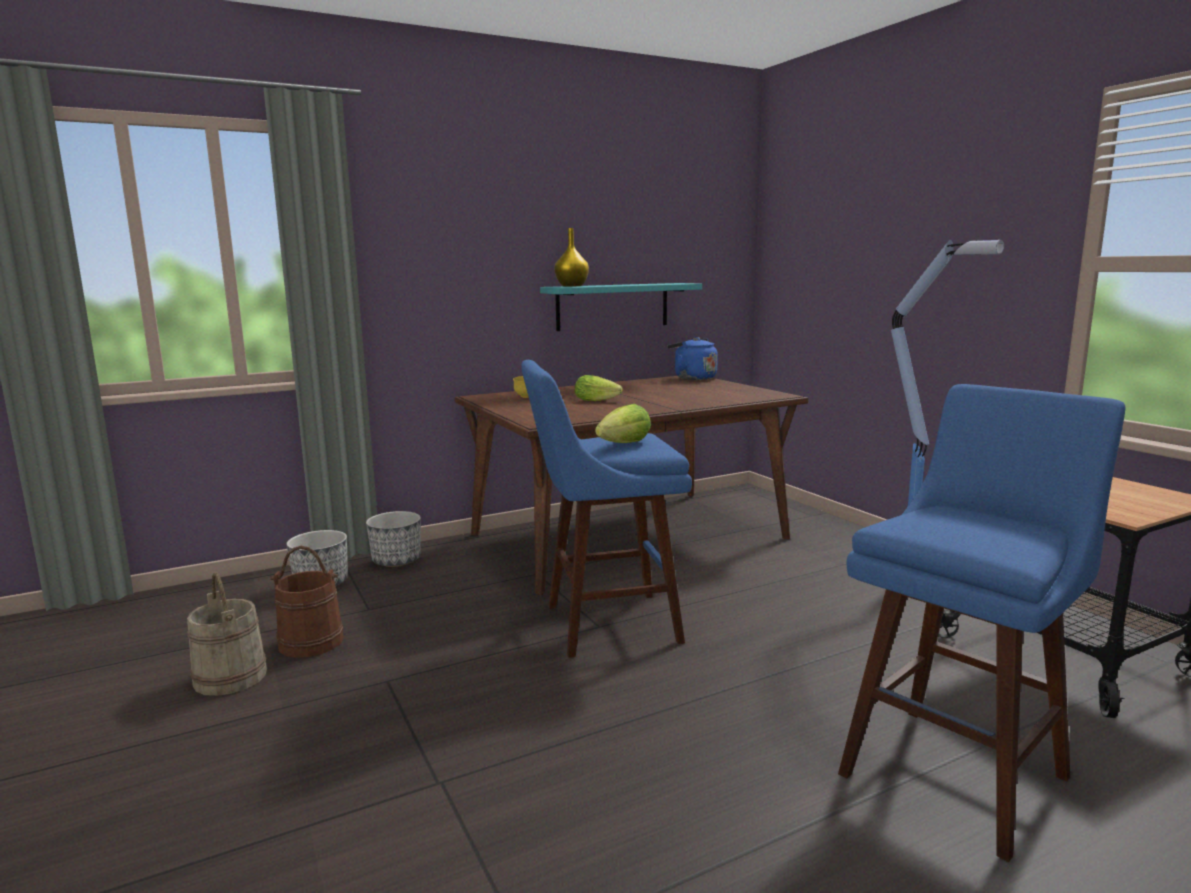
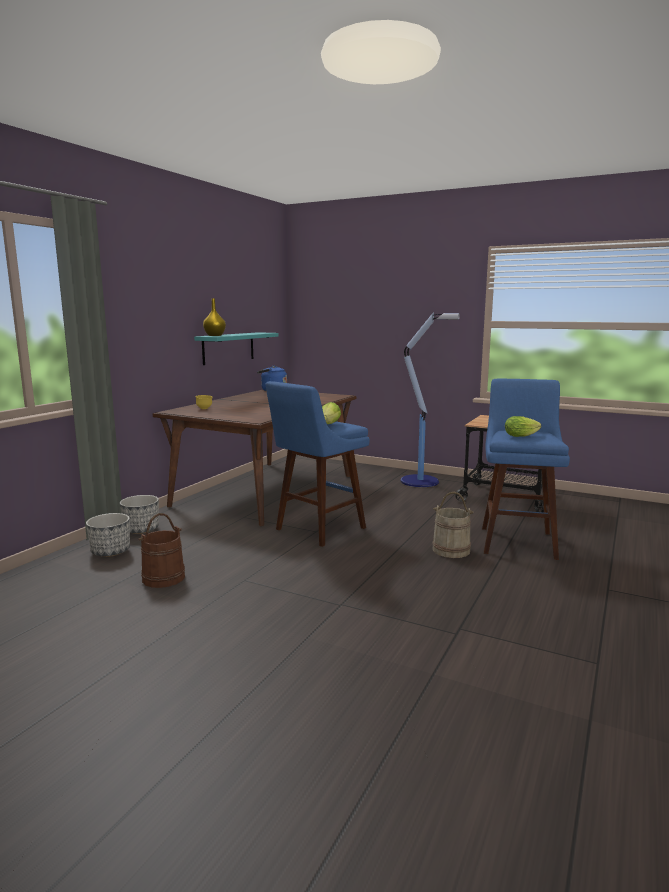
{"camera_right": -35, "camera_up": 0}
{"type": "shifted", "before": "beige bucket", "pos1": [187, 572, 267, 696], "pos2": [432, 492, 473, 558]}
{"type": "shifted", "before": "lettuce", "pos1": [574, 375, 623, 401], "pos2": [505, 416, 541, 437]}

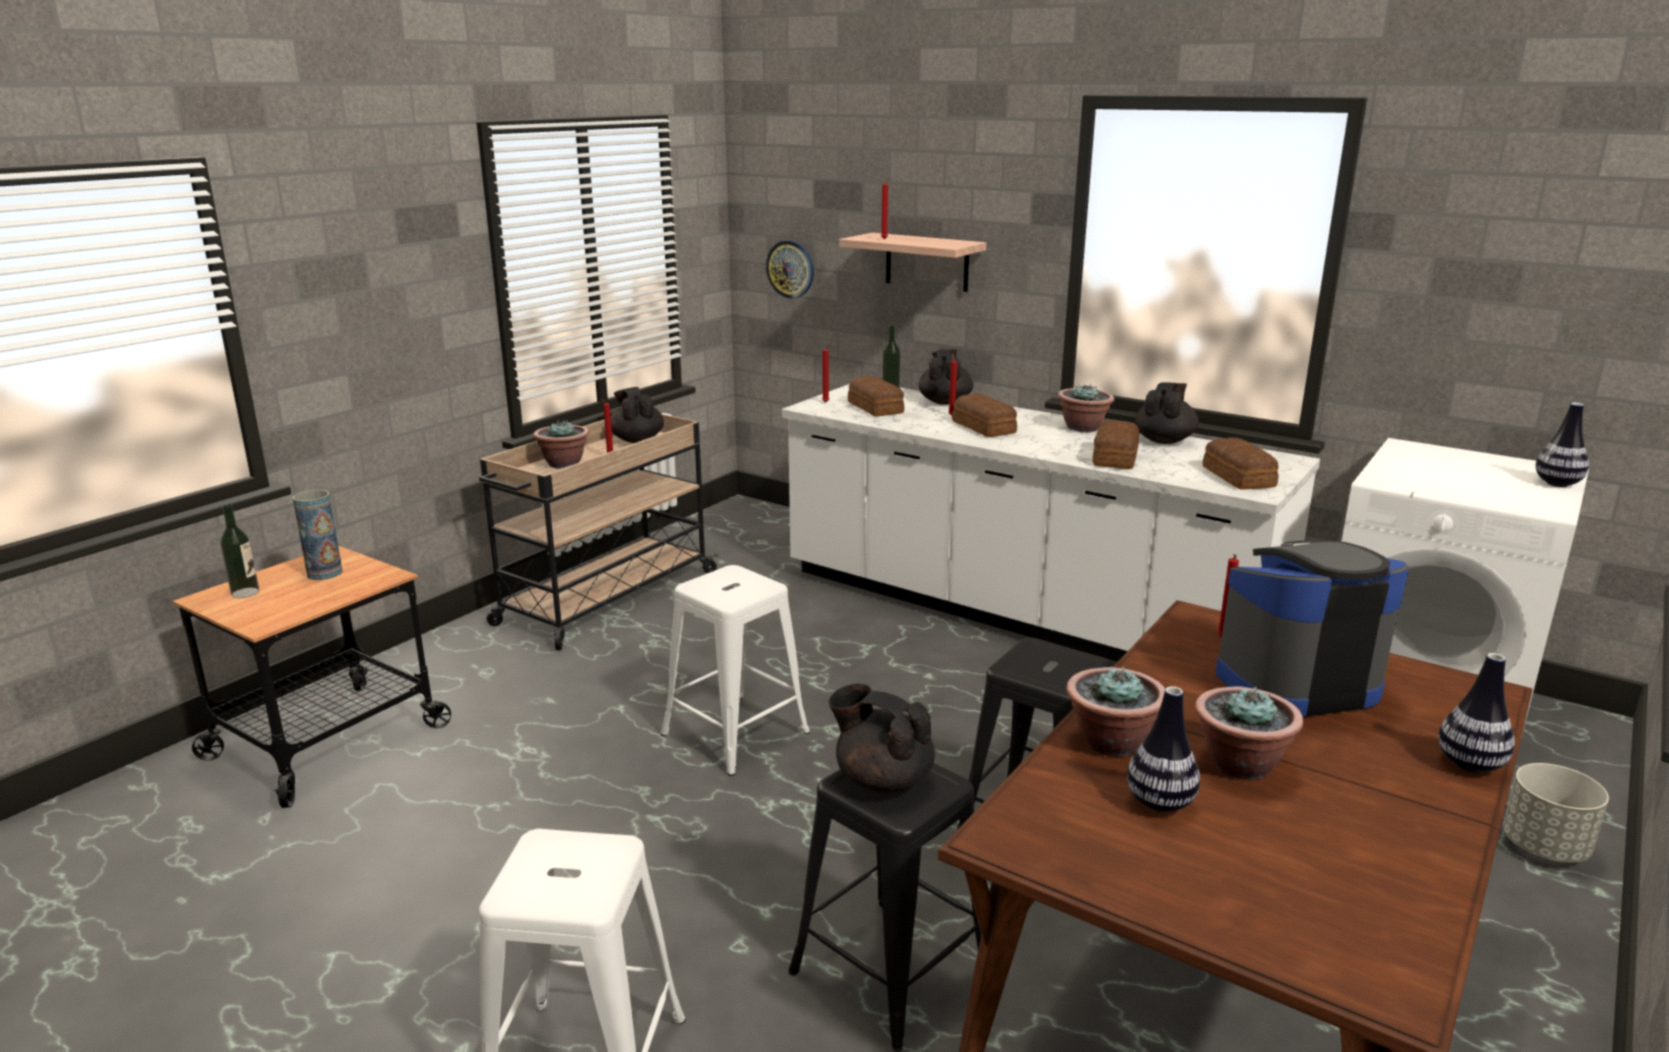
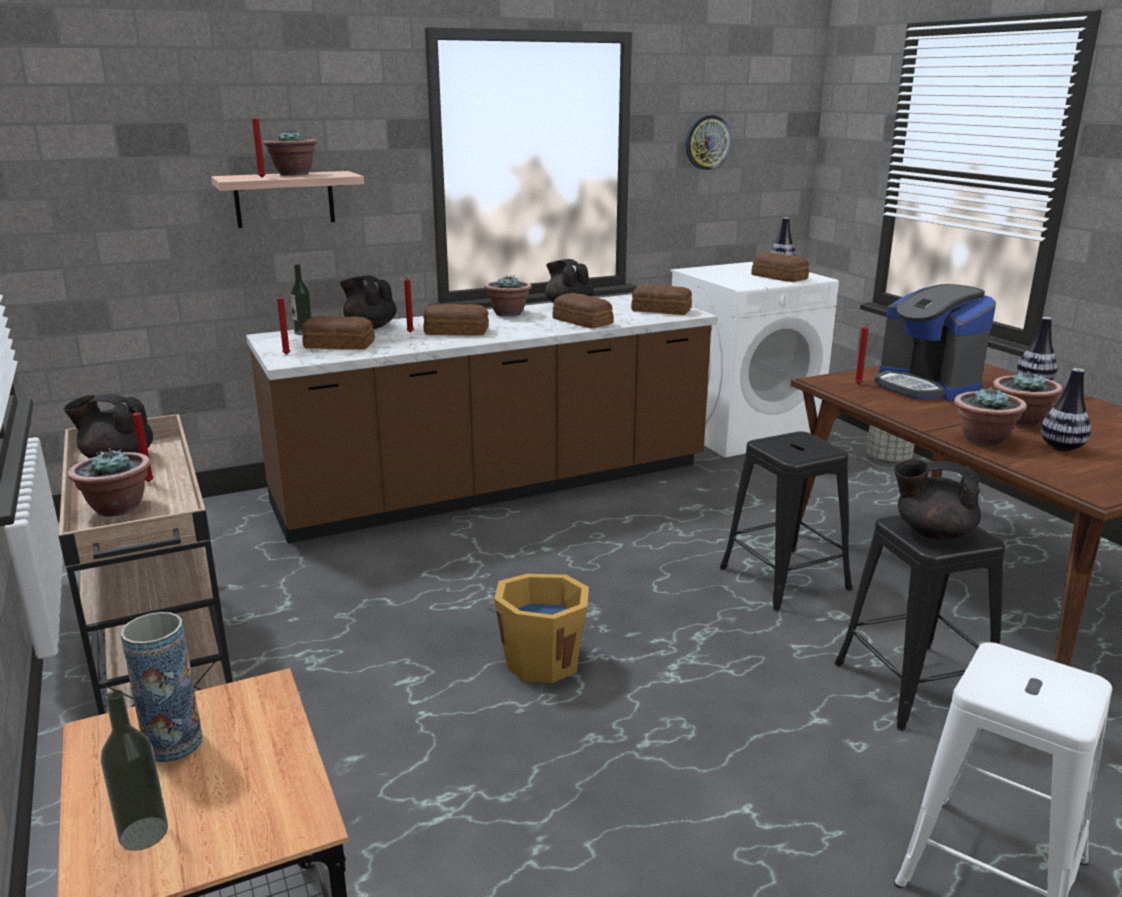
{"camera_right": -60, "camera_up": 0}
{"type": "swapped", "before": "white stool", "after": "orange bucket", "pos1": [661, 565, 810, 776], "pos2": [486, 574, 600, 683]}
{"type": "shifted", "before": "wall clock", "pos1": [766, 240, 814, 298], "pos2": [685, 115, 732, 170]}
{"type": "repainted", "before": "white counter", "after": "brown counter", "pos1": [782, 384, 1320, 662], "pos2": [246, 294, 717, 543]}
{"type": "rotated", "before": "black teapot", "pos1": [829, 684, 935, 793], "pos2": [894, 459, 981, 540], "turn": 45}
{"type": "rotated", "before": "coffee machine", "pos1": [1216, 541, 1409, 717], "pos2": [875, 284, 996, 401], "turn": -45}
{"type": "new", "after": "potted plant", "pos2": [263, 129, 317, 176]}
{"type": "new", "after": "bread", "pos2": [751, 252, 809, 282]}

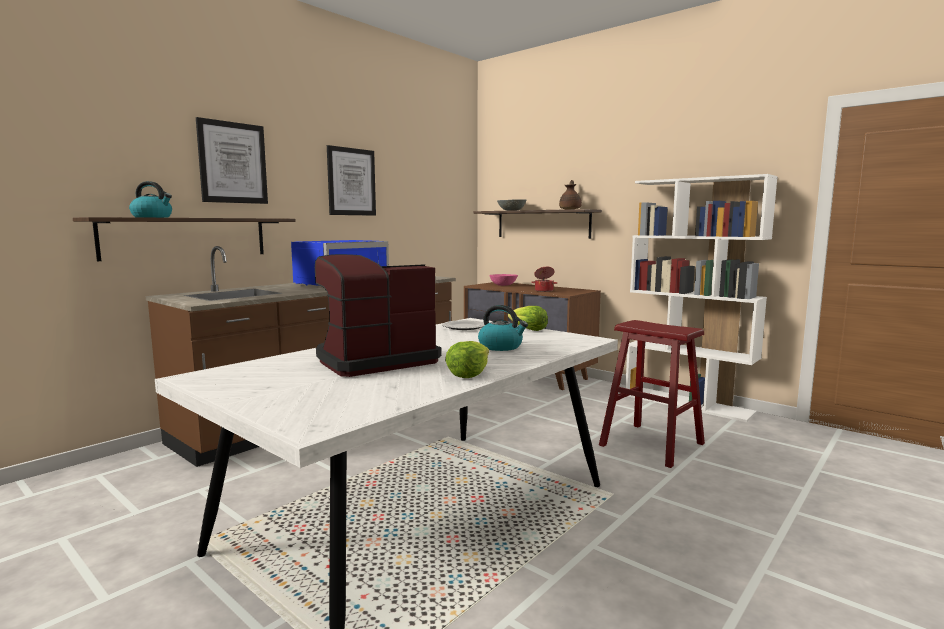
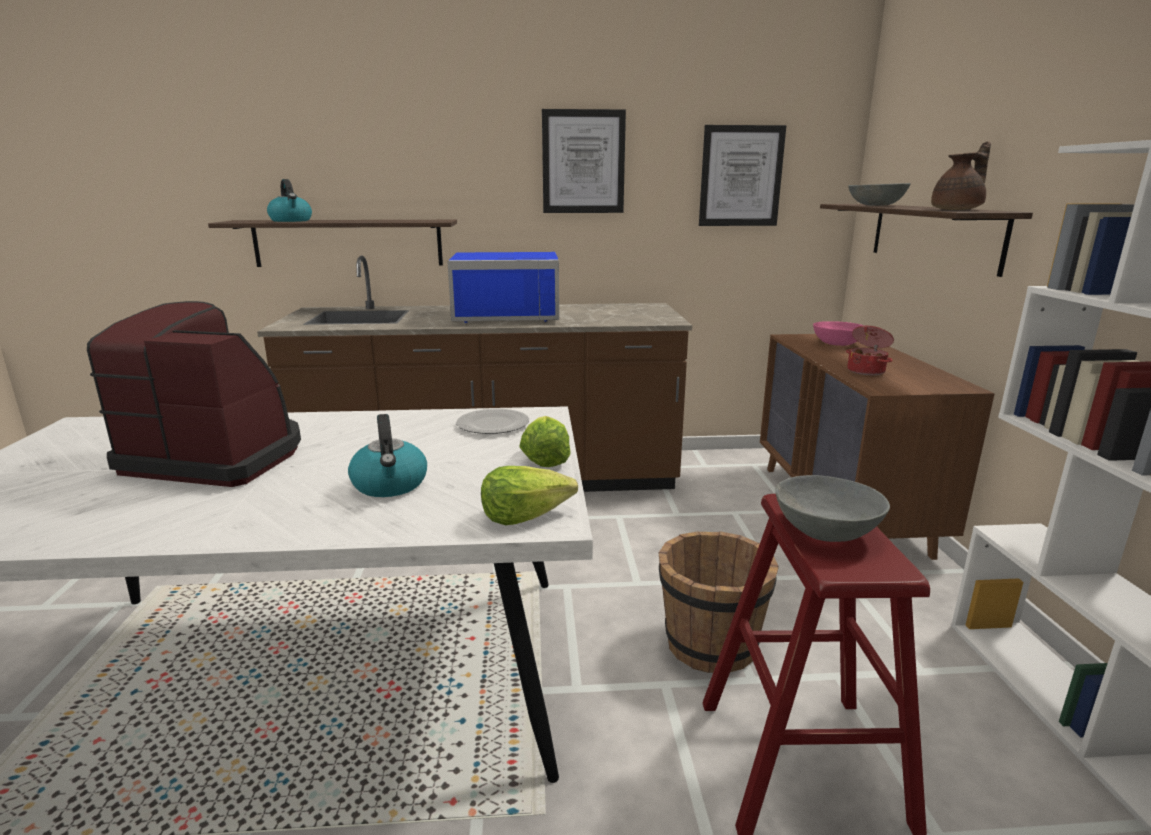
{"camera_right": 45, "camera_up": 10}
{"type": "shifted", "before": "picture", "pos1": [196, 117, 268, 204], "pos2": [699, 125, 786, 226]}
{"type": "shifted", "before": "lettuce", "pos1": [445, 341, 489, 378], "pos2": [481, 466, 578, 525]}
{"type": "new", "after": "brown bucket", "pos2": [659, 531, 779, 673]}
{"type": "new", "after": "grey bowl", "pos2": [775, 475, 890, 542]}

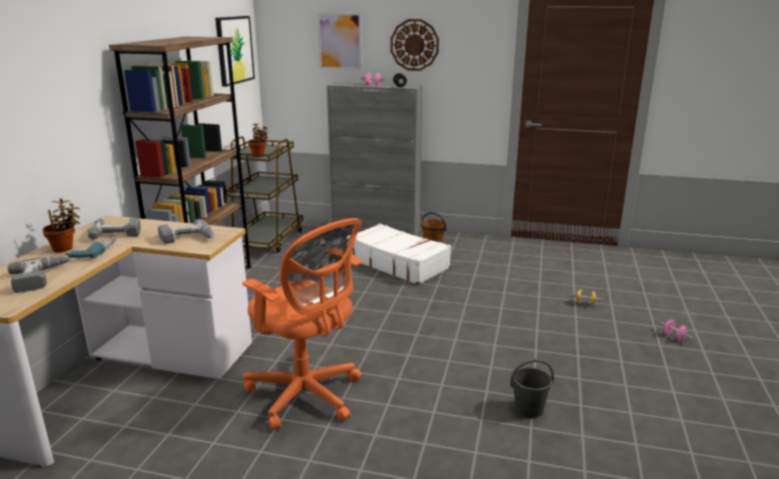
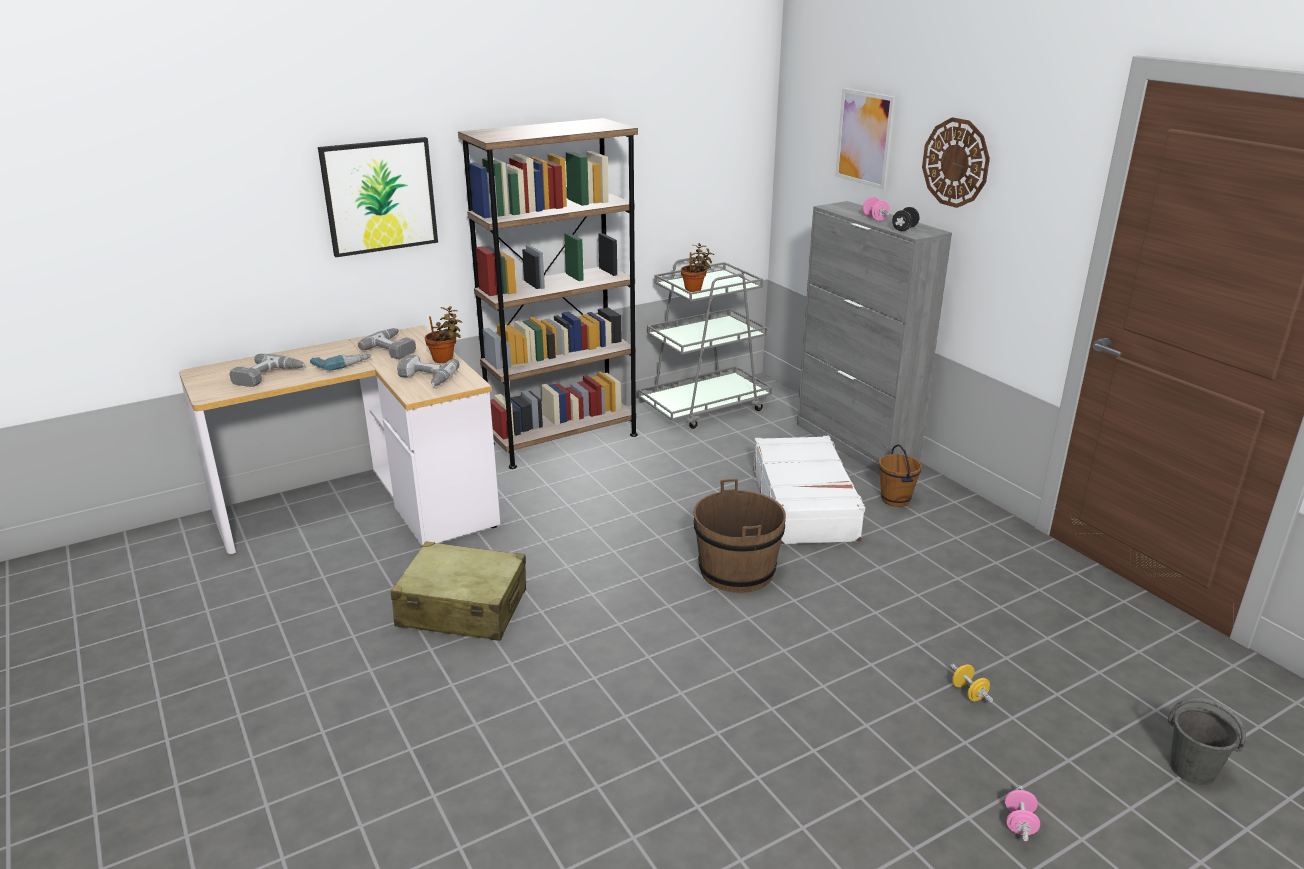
{"camera_right": 45, "camera_up": 5}
{"type": "shifted", "before": "potted plant", "pos1": [42, 198, 80, 252], "pos2": [425, 306, 462, 363]}
{"type": "shifted", "before": "picture", "pos1": [215, 16, 255, 87], "pos2": [318, 137, 438, 257]}
{"type": "repainted", "before": "brown cart", "after": "grey cart", "pos1": [226, 136, 303, 252], "pos2": [638, 256, 772, 429]}
{"type": "swapped", "before": "orange office chair", "after": "beige suitcase", "pos1": [243, 218, 362, 430], "pos2": [391, 541, 526, 641]}
{"type": "shifted", "before": "grey bucket", "pos1": [510, 359, 554, 418], "pos2": [1168, 698, 1246, 785]}
{"type": "new", "after": "brown bucket", "pos2": [694, 479, 786, 593]}

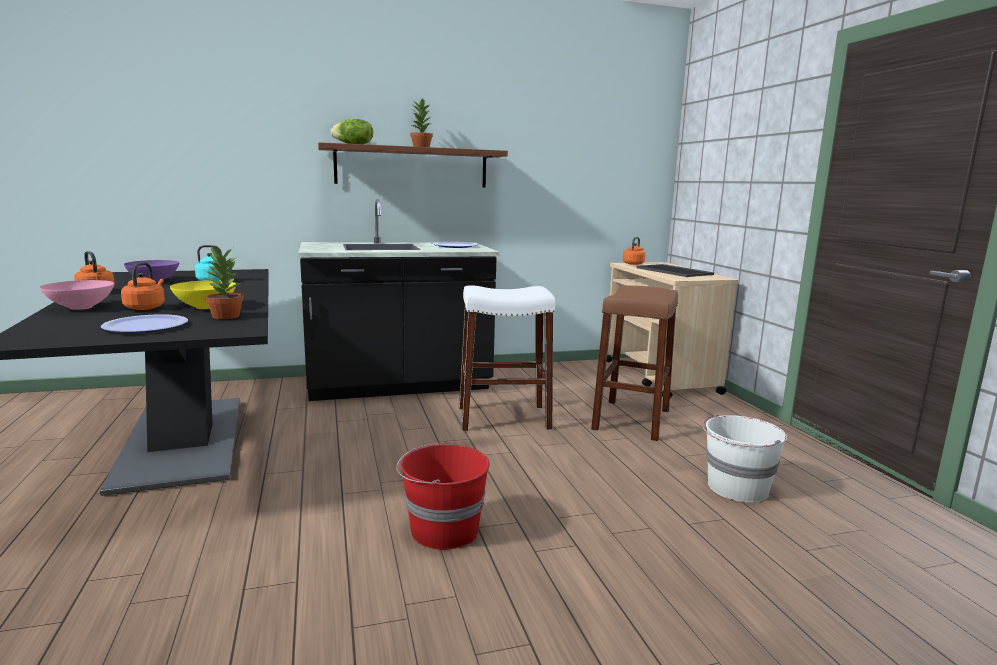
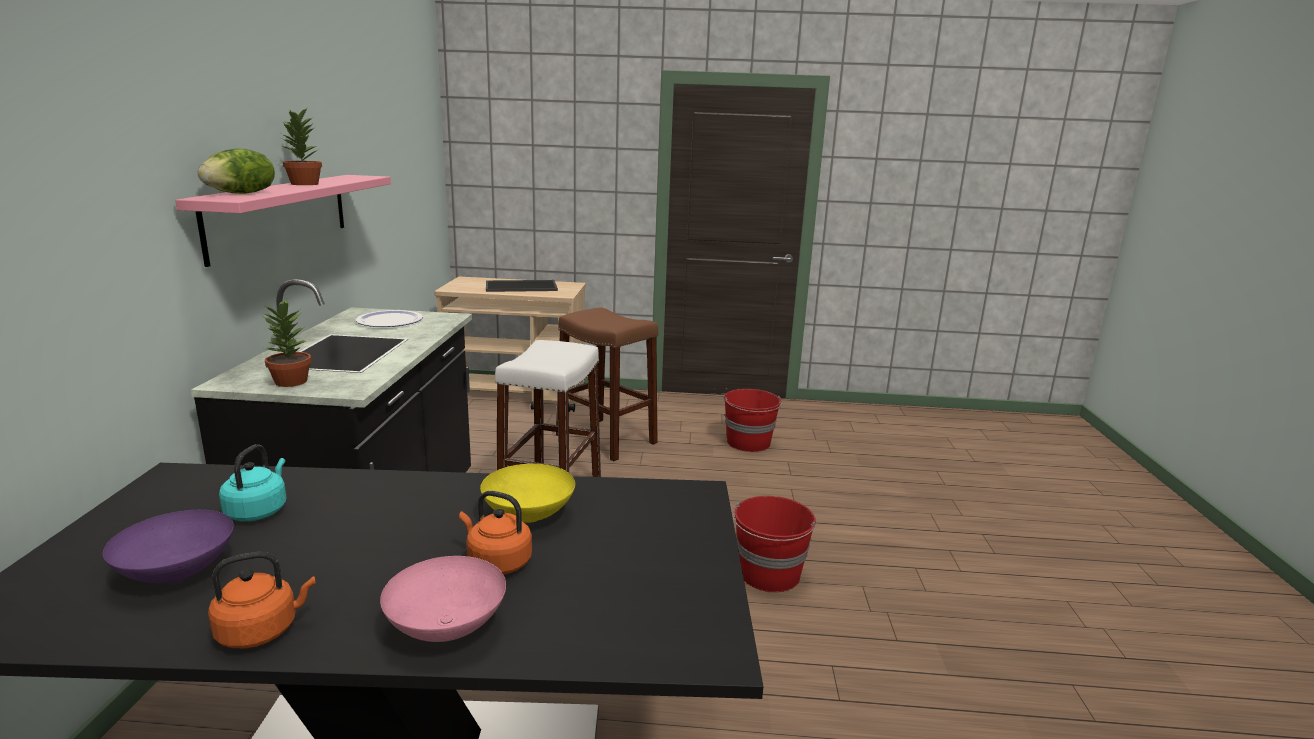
{"camera_right": -70, "camera_up": 5}
{"type": "gone", "before": "plate", "pos1": [101, 314, 188, 333]}
{"type": "shifted", "before": "potted plant", "pos1": [205, 245, 244, 319], "pos2": [264, 299, 312, 387]}
{"type": "repainted", "before": "brown shelf", "after": "pink shelf", "pos1": [318, 142, 508, 188], "pos2": [175, 175, 391, 267]}
{"type": "gone", "before": "orange kettle", "pos1": [623, 237, 645, 265]}
{"type": "repainted", "before": "white bucket", "after": "red bucket", "pos1": [702, 414, 787, 502], "pos2": [724, 389, 783, 452]}

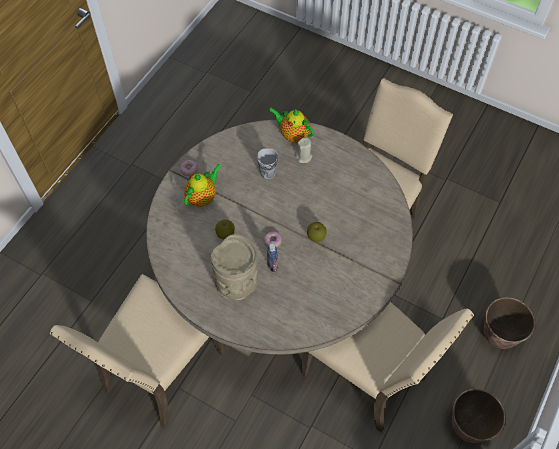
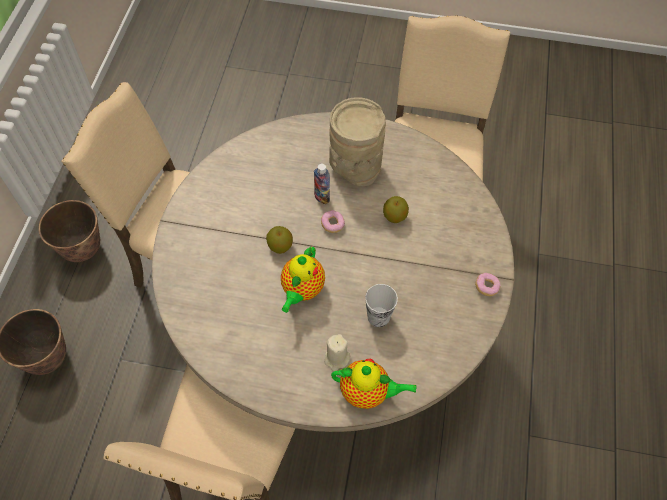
{"camera_right": 160, "camera_up": 0}
{"type": "shifted", "before": "teapot", "pos1": [184, 163, 222, 207], "pos2": [281, 246, 325, 313]}

